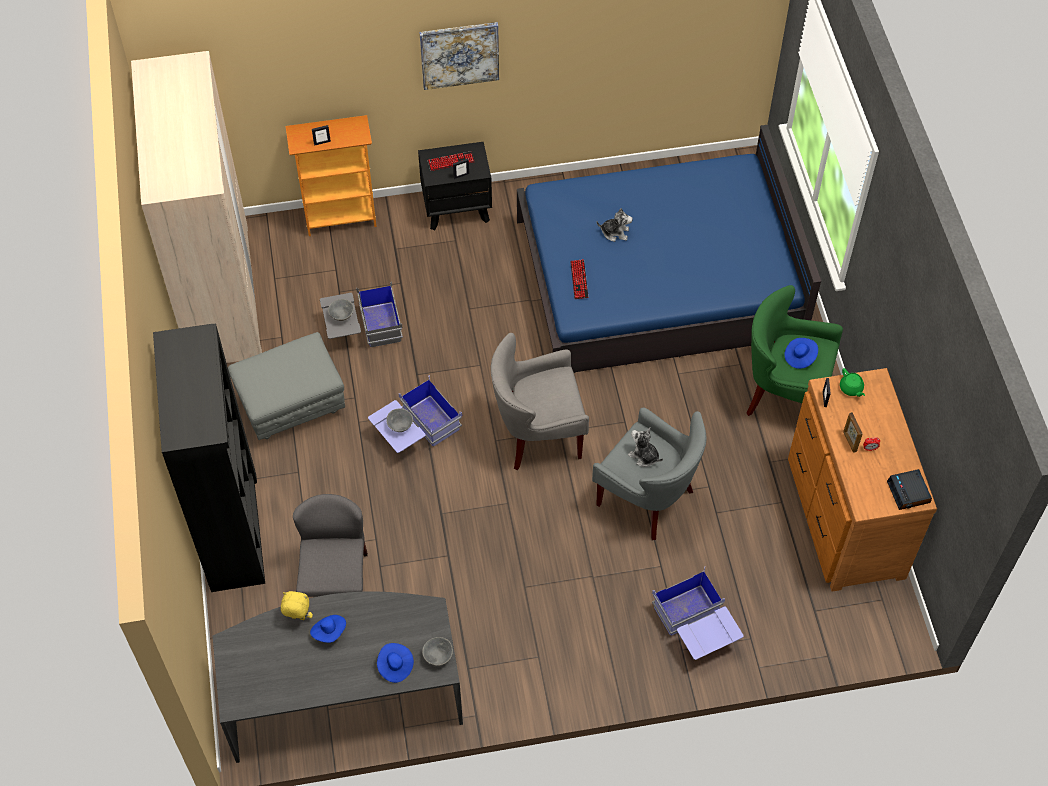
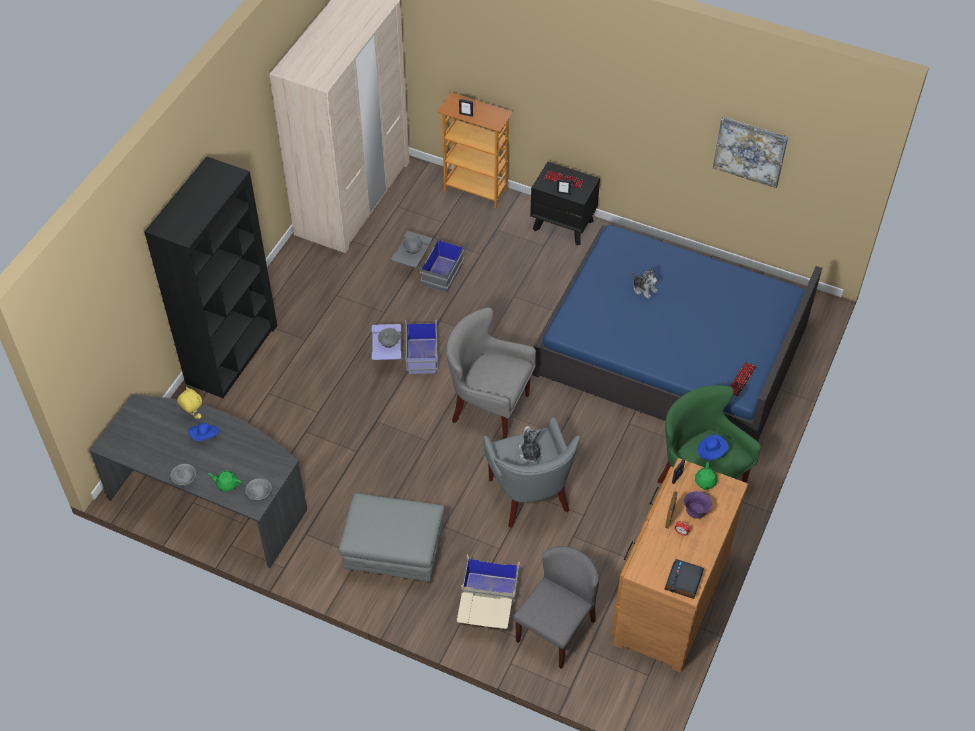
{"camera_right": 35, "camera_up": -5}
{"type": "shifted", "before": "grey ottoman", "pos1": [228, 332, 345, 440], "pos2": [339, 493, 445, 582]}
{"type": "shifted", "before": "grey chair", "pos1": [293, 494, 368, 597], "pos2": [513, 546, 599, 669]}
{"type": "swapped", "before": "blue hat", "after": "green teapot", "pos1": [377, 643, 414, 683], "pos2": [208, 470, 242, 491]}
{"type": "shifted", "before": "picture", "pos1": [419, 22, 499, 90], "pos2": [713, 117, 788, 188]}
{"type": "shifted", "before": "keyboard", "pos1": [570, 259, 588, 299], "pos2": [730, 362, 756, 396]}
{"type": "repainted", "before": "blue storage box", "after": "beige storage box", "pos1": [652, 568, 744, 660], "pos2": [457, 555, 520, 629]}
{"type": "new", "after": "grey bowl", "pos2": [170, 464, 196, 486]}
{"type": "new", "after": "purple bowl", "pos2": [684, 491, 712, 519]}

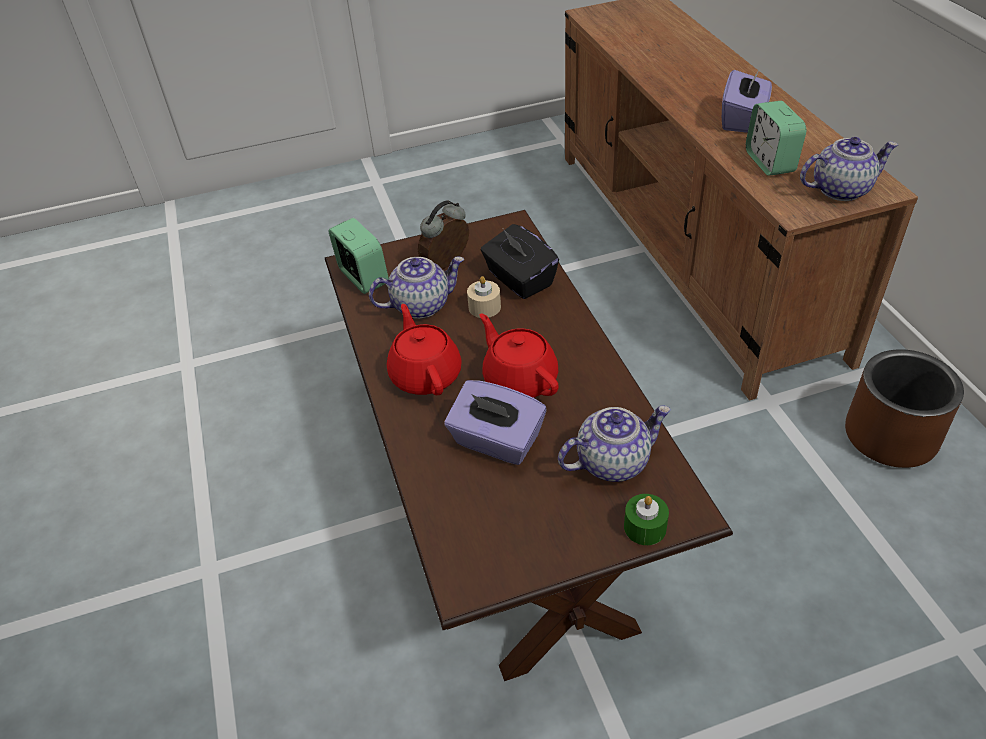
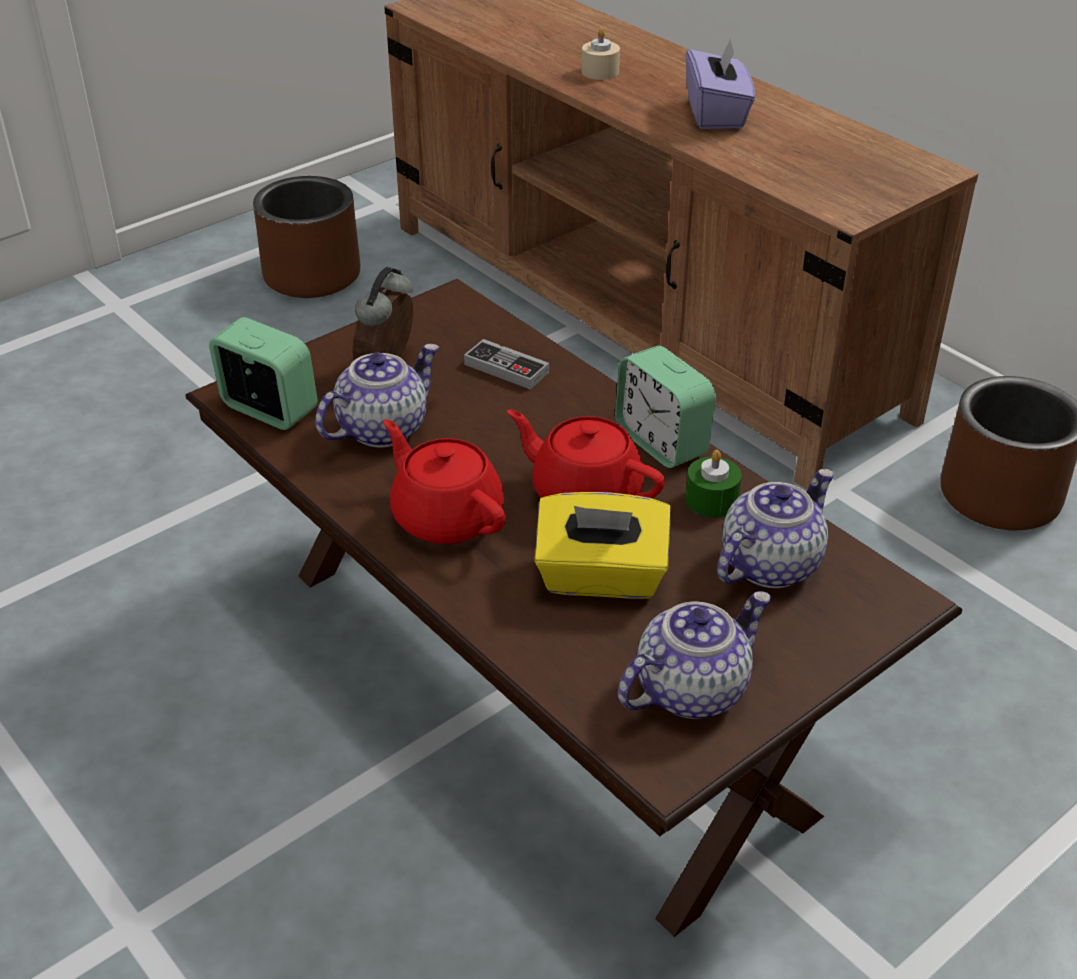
{"camera_right": -25, "camera_up": -5}
{"type": "repainted", "before": "purple tissue box", "after": "yellow tissue box", "pos1": [444, 380, 546, 465], "pos2": [534, 492, 671, 599]}
{"type": "shifted", "before": "beige candle", "pos1": [467, 276, 501, 318], "pos2": [582, 28, 620, 80]}
{"type": "swapped", "before": "black tissue box", "after": "game controller", "pos1": [481, 224, 559, 299], "pos2": [464, 339, 549, 390]}
{"type": "shifted", "before": "green candle", "pos1": [624, 494, 669, 545], "pos2": [686, 450, 742, 518]}
{"type": "shifted", "before": "alarm clock", "pos1": [746, 101, 806, 176], "pos2": [615, 346, 716, 468]}
{"type": "shifted", "before": "teapot", "pos1": [800, 137, 898, 201], "pos2": [618, 591, 772, 719]}
{"type": "new", "after": "brown planter", "pos2": [253, 176, 360, 298]}

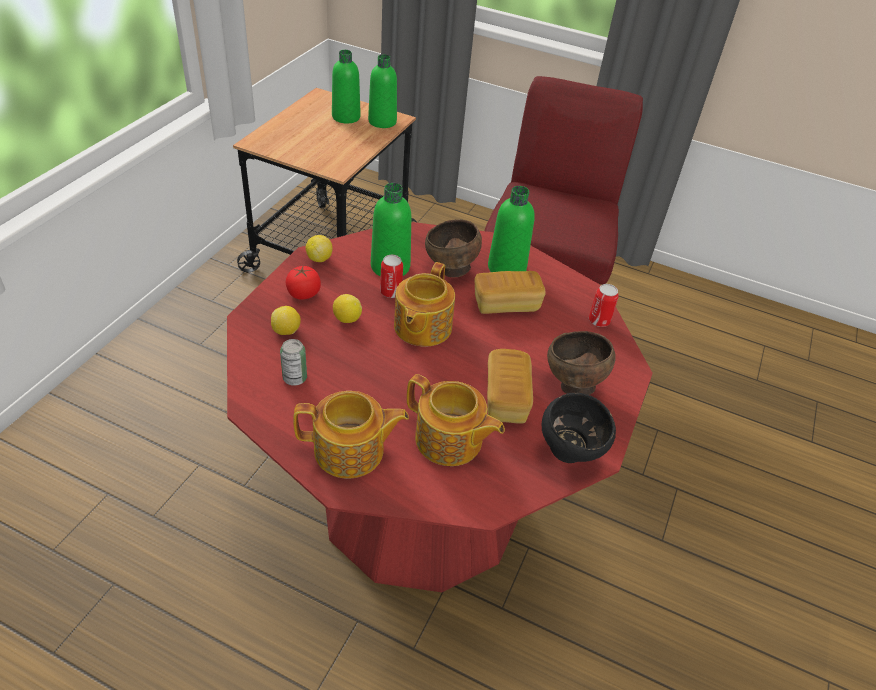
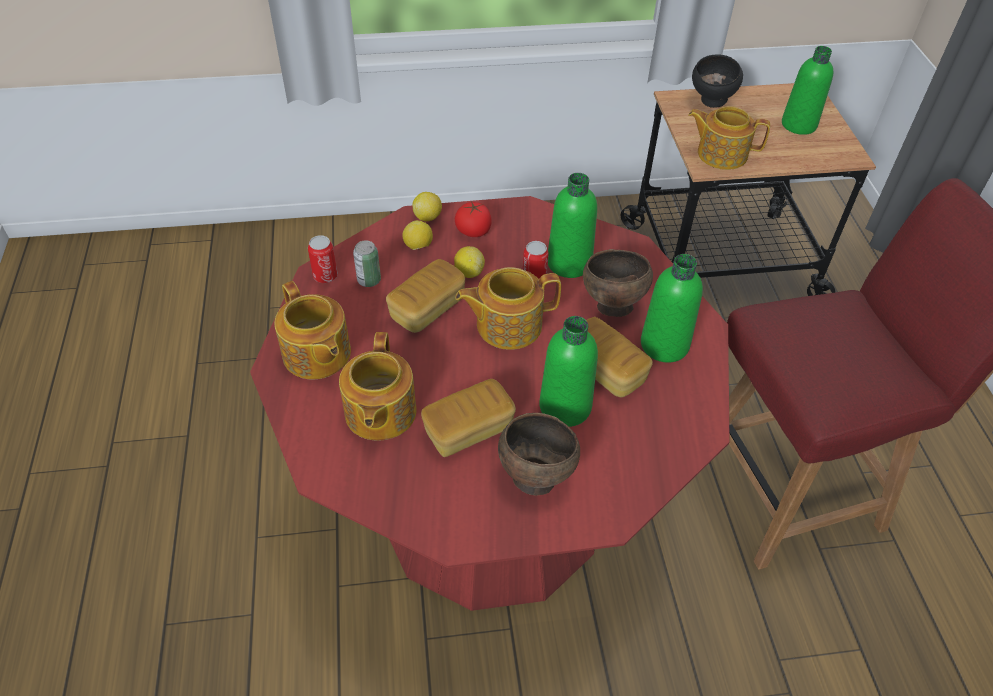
{"camera_right": 60, "camera_up": 5}
{"type": "shifted", "before": "lemon", "pos1": [306, 235, 333, 262], "pos2": [412, 192, 442, 221]}
{"type": "shifted", "before": "green bottle", "pos1": [368, 54, 397, 128], "pos2": [539, 316, 598, 427]}
{"type": "shifted", "before": "black bowl", "pos1": [542, 393, 616, 463], "pos2": [692, 54, 743, 108]}
{"type": "shifted", "before": "can", "pos1": [589, 284, 619, 327], "pos2": [308, 235, 338, 283]}
{"type": "new", "after": "bread", "pos2": [386, 259, 465, 333]}
{"type": "new", "after": "teapot", "pos2": [688, 106, 770, 170]}

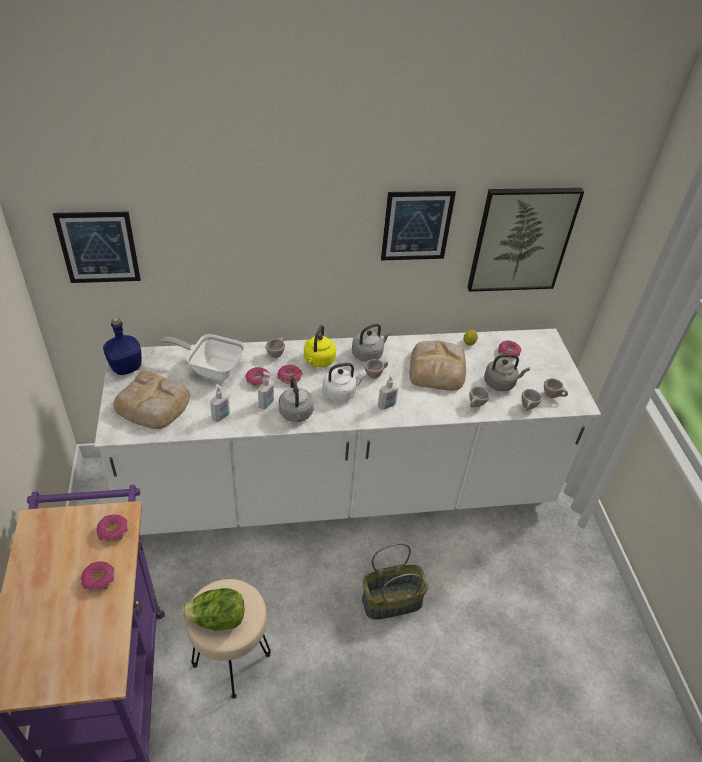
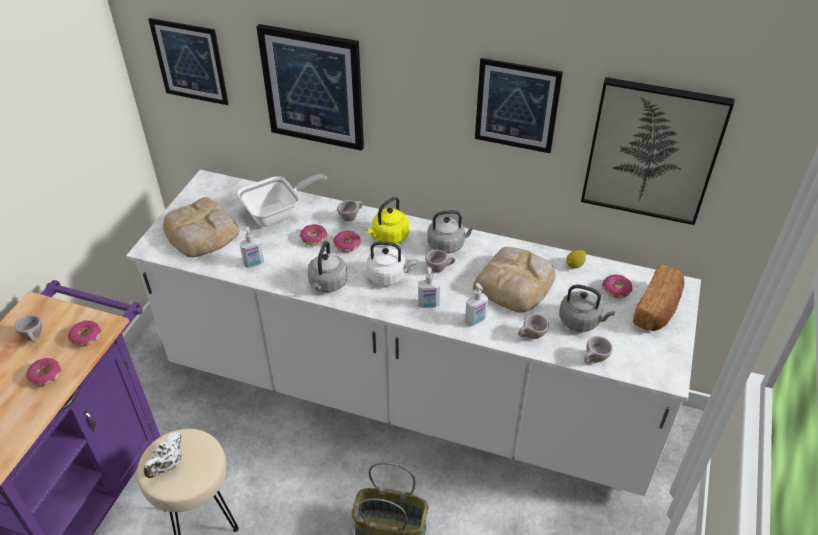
{"camera_right": 30, "camera_up": 0}
{"type": "gone", "before": "blue bottle", "pos1": [103, 317, 142, 375]}
{"type": "rotated", "before": "frying pan", "pos1": [161, 334, 245, 380], "pos2": [238, 174, 327, 227], "turn": 105}
{"type": "swapped", "before": "lettuce", "after": "white teapot", "pos1": [182, 588, 245, 631], "pos2": [144, 432, 181, 478]}
{"type": "shifted", "before": "soap dispenser", "pos1": [258, 372, 274, 409], "pos2": [465, 283, 488, 326]}
{"type": "shifted", "before": "beige cup", "pos1": [544, 378, 568, 398], "pos2": [15, 315, 42, 343]}
{"type": "new", "after": "picture", "pos2": [256, 24, 364, 151]}
{"type": "new", "after": "bread", "pos2": [633, 265, 684, 331]}

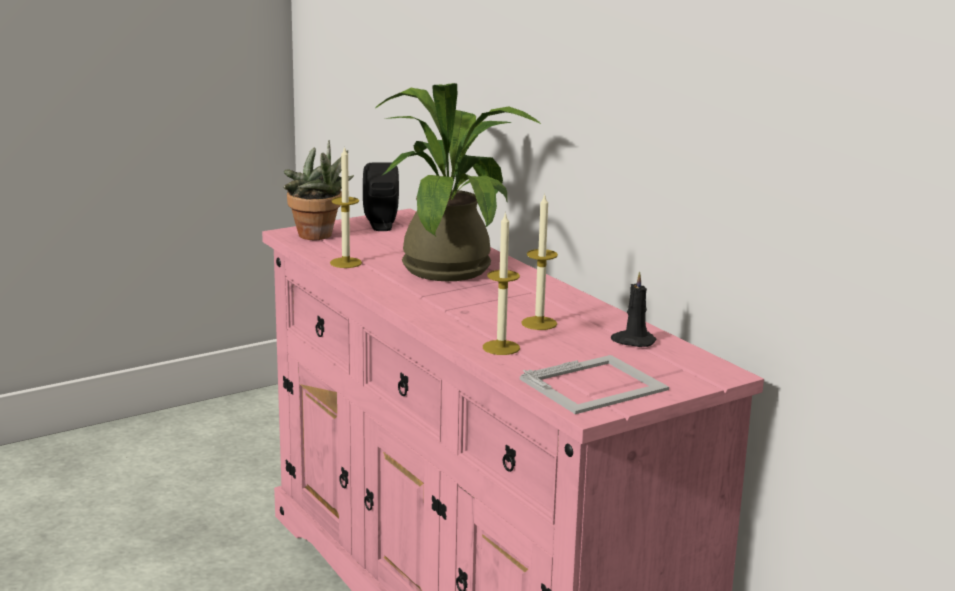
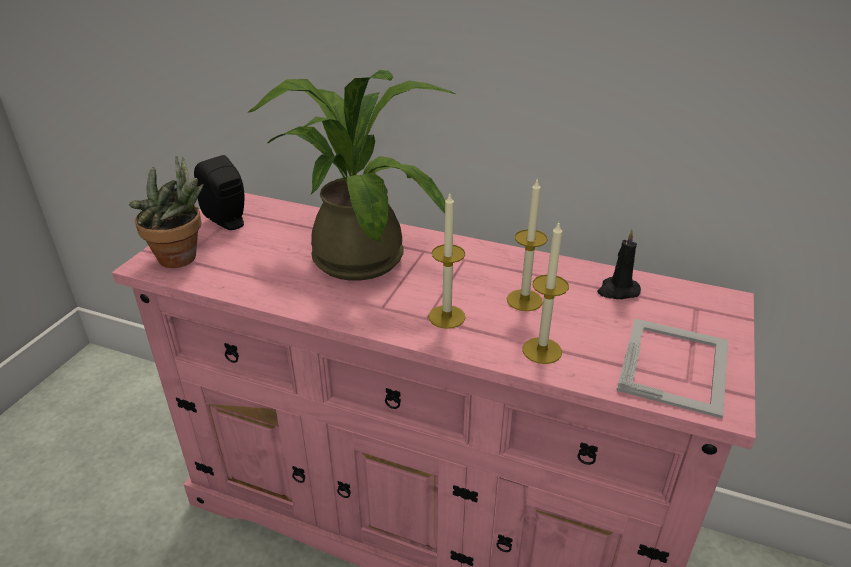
{"camera_right": -35, "camera_up": 15}
{"type": "shifted", "before": "candle", "pos1": [330, 146, 362, 268], "pos2": [428, 194, 466, 329]}

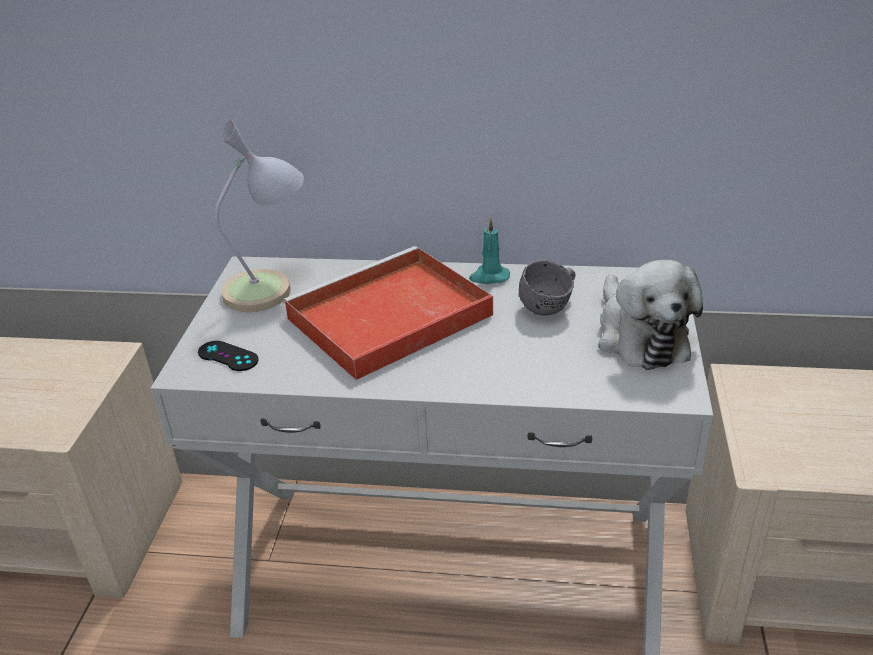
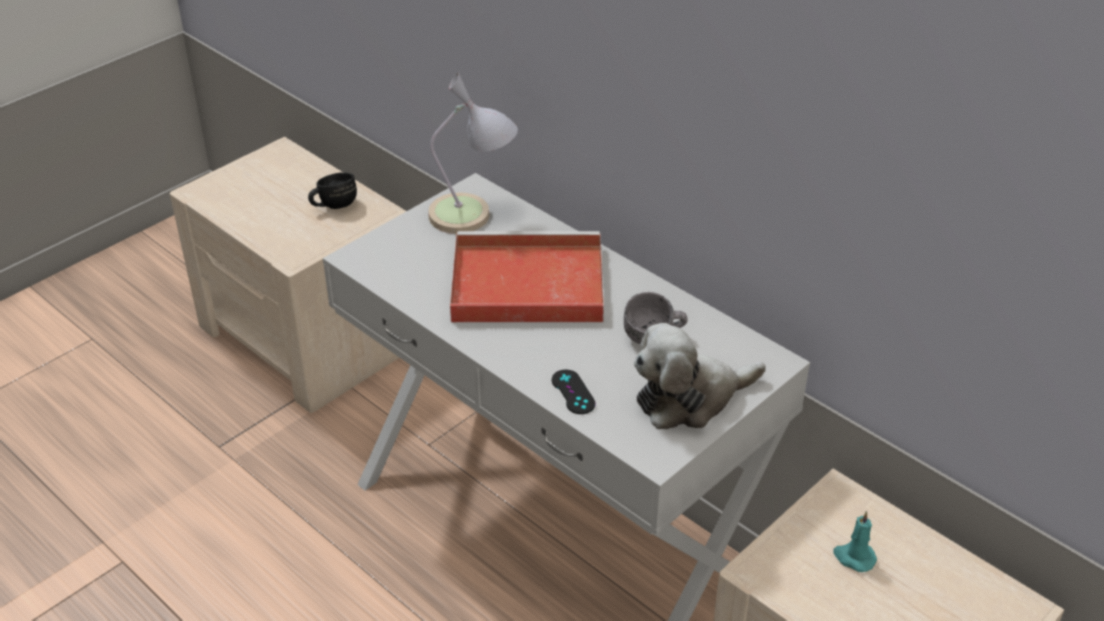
{"camera_right": 35, "camera_up": 5}
{"type": "shifted", "before": "black game controller", "pos1": [198, 341, 259, 371], "pos2": [552, 370, 595, 414]}
{"type": "shifted", "before": "turquoise candle", "pos1": [469, 218, 510, 284], "pos2": [833, 511, 877, 572]}
{"type": "rotated", "before": "plush toy", "pos1": [598, 260, 703, 370], "pos2": [634, 323, 766, 429], "turn": 45}
{"type": "new", "after": "black mug", "pos2": [308, 172, 357, 209]}

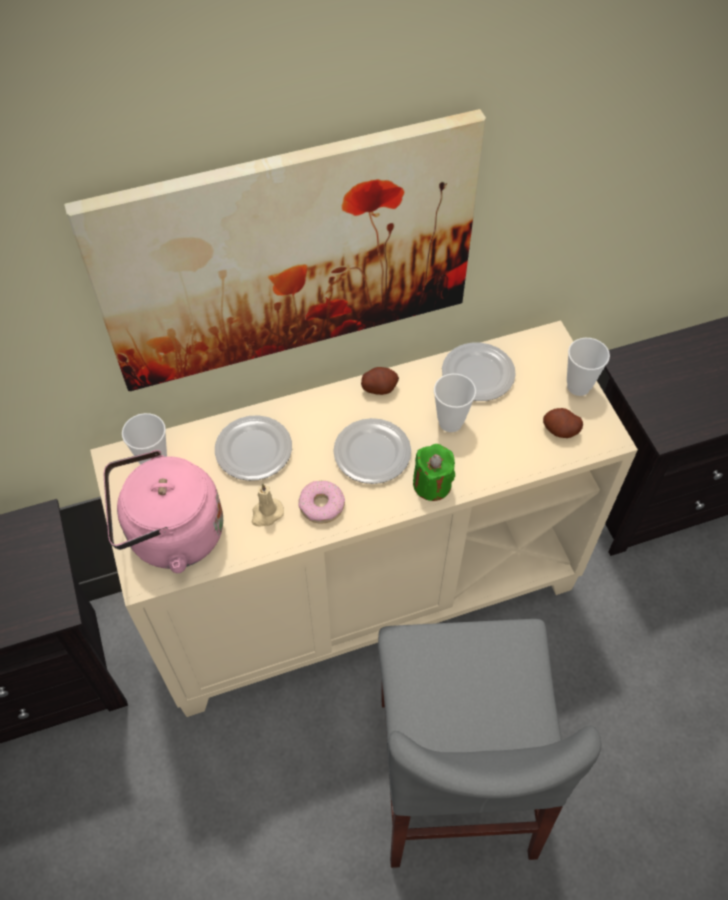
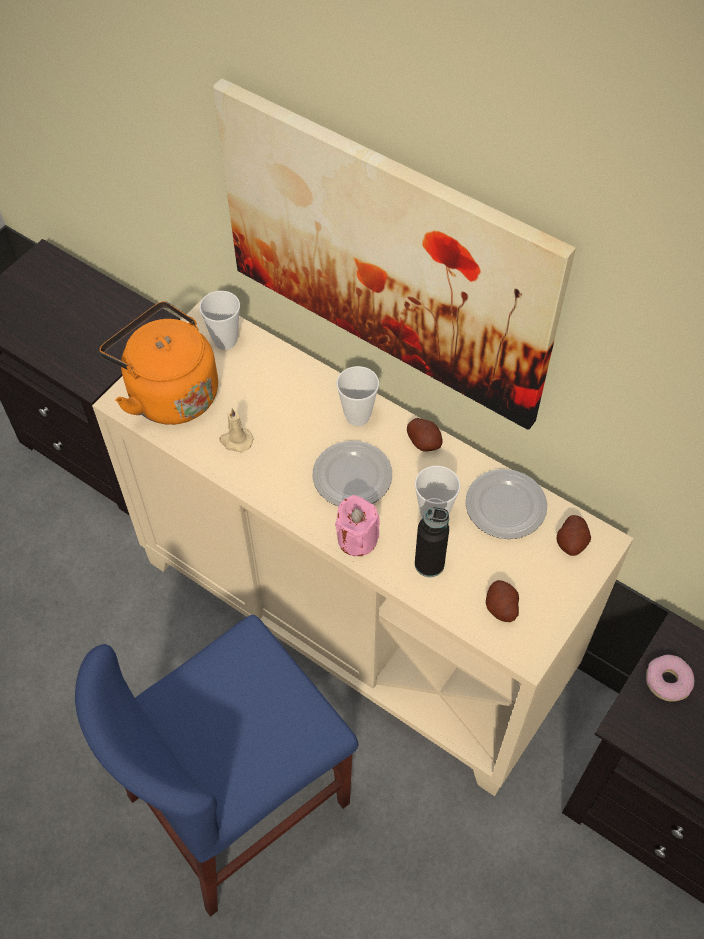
{"camera_right": 55, "camera_up": 0}
{"type": "repainted", "before": "pink kettle", "after": "orange kettle", "pos1": [104, 450, 223, 573], "pos2": [99, 301, 218, 425]}
{"type": "gone", "before": "plate", "pos1": [215, 415, 292, 481]}
{"type": "shifted", "before": "donut", "pos1": [298, 480, 345, 523], "pos2": [646, 655, 694, 702]}
{"type": "repainted", "before": "grey chair", "after": "blue chair", "pos1": [378, 619, 601, 868], "pos2": [75, 615, 358, 917]}
{"type": "repainted", "before": "green candle", "after": "pink candle", "pos1": [413, 444, 455, 501], "pos2": [335, 495, 380, 556]}
{"type": "shifted", "before": "cup", "pos1": [567, 338, 610, 396], "pos2": [336, 366, 379, 426]}
{"type": "new", "after": "black bottle", "pos2": [415, 507, 449, 577]}
{"type": "new", "after": "potato", "pos2": [557, 515, 591, 556]}

